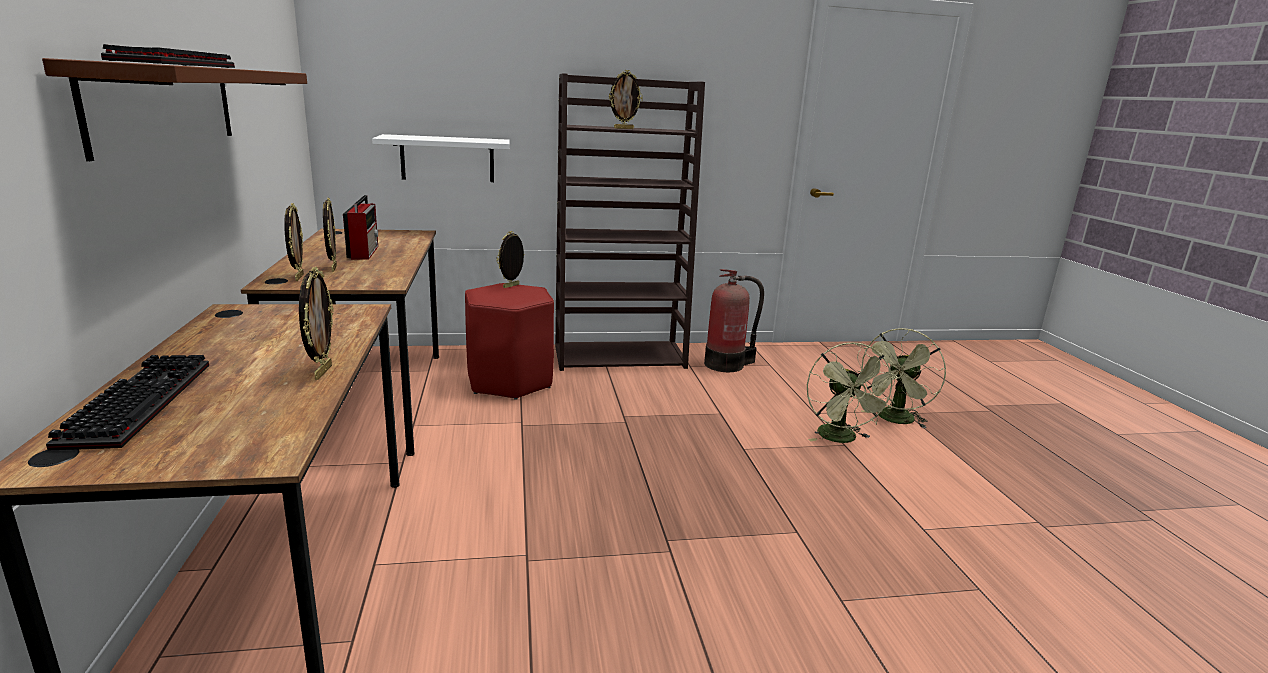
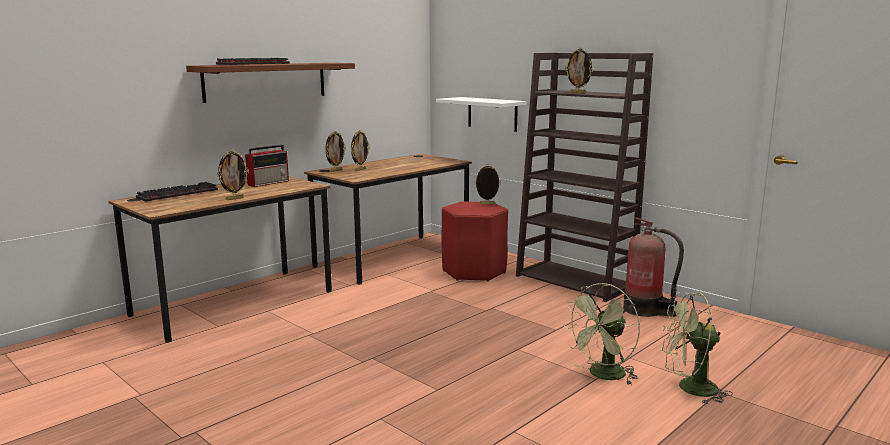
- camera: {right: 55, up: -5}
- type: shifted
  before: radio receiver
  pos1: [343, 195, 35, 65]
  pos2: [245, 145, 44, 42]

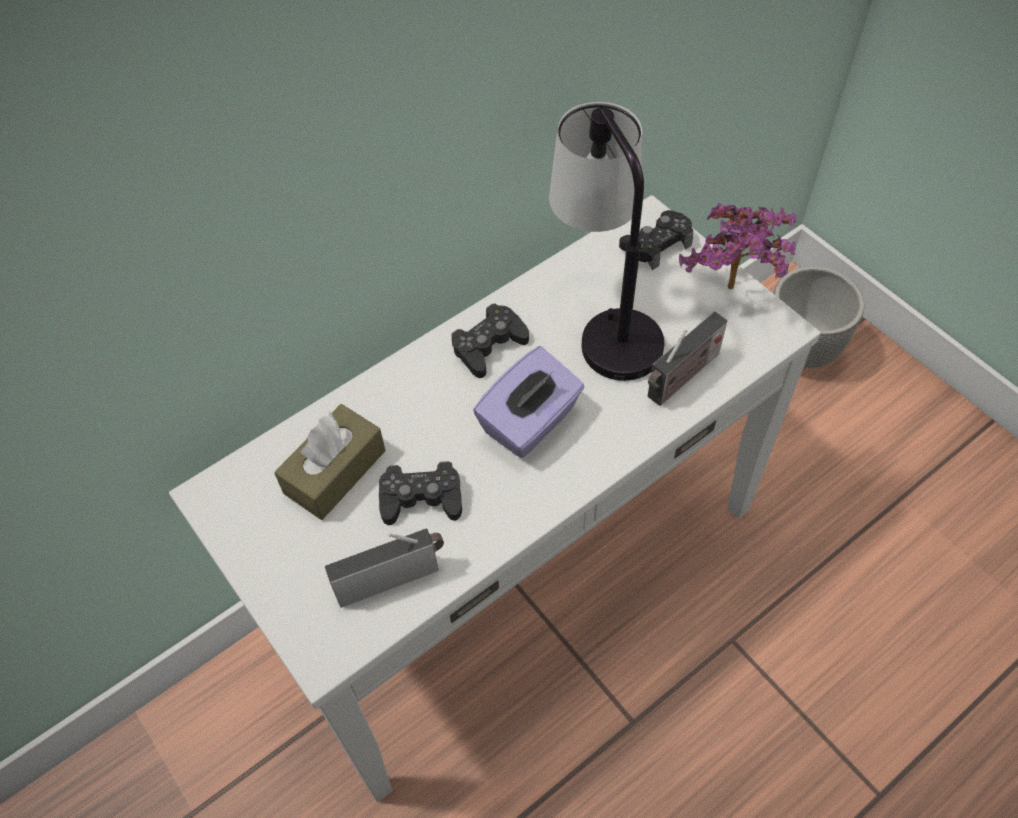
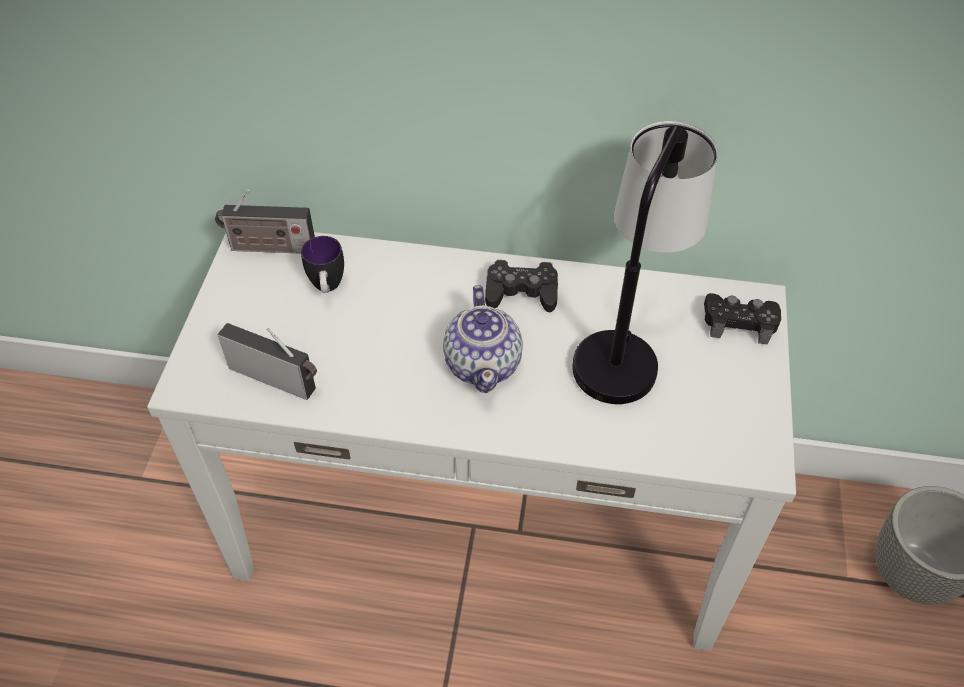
- camera: {right: 45, up: -5}
- type: swapped
  before: brown-coloured tissue box
  after: tea mug
  pos1: [274, 404, 111, 116]
  pos2: [301, 236, 43, 57]
- type: gone
  before: black game controller
  pos1: [379, 461, 83, 64]
- type: swapped
  before: purple-coloured tissue box
  after: tea pot
  pos1: [473, 346, 112, 112]
  pos2: [443, 285, 80, 108]
- type: shifted
  before: radio receiver
  pos1: [648, 312, 79, 94]
  pos2: [215, 189, 100, 65]
- type: gone
  before: houseplant
  pos1: [679, 203, 117, 86]

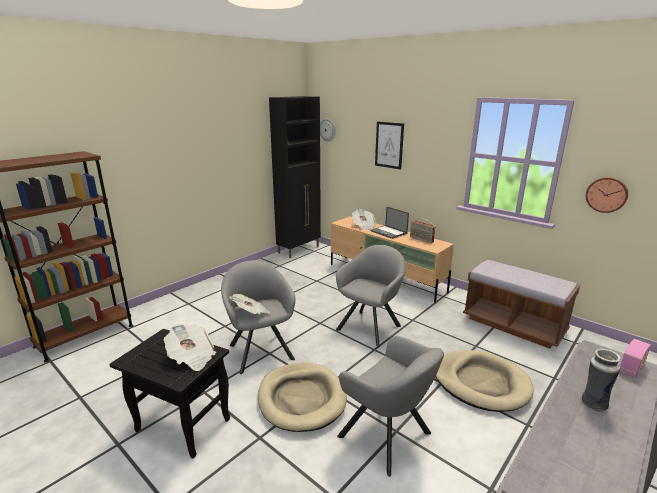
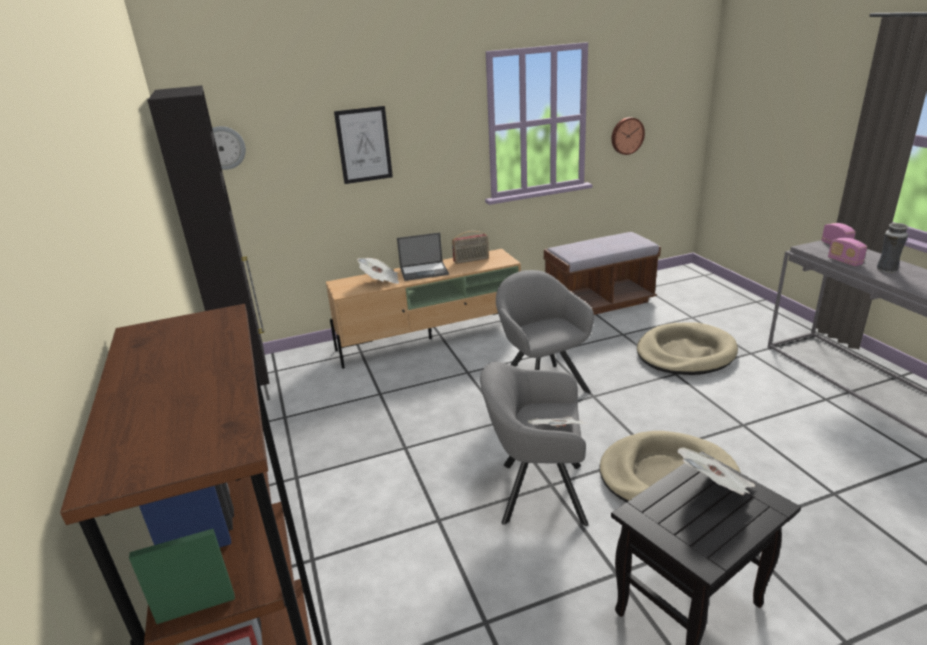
- camera: {right: -60, up: 5}
- type: gone
  before: grey lounge chair
  pos1: [337, 336, 107, 141]
- type: new
  after: radio receiver
  pos2: [828, 238, 39, 28]

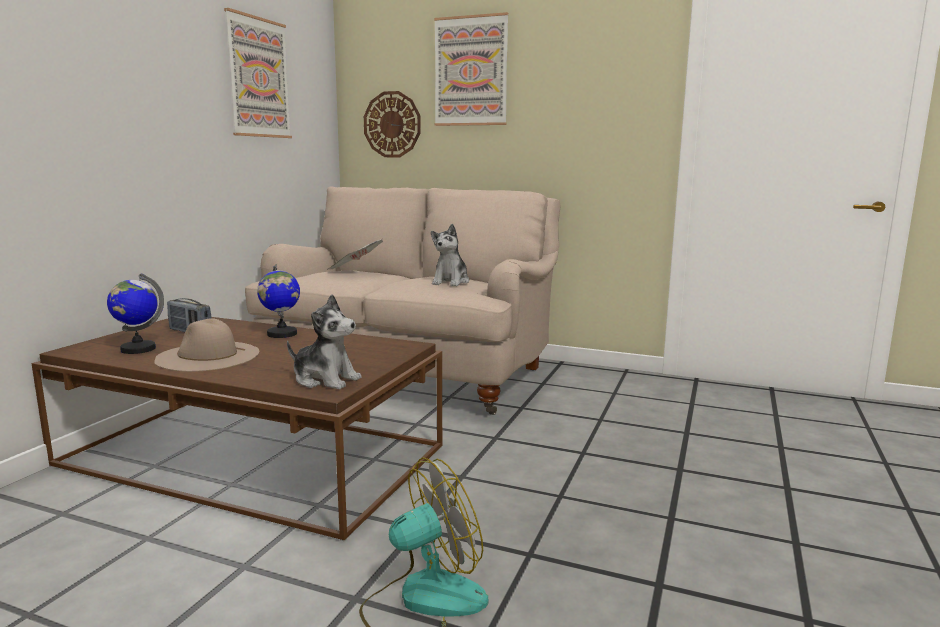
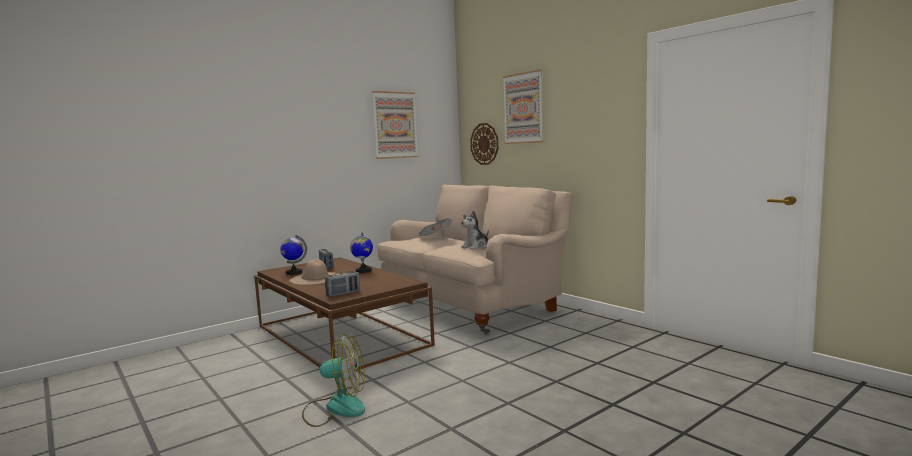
- camera: {right: 30, up: -5}
- type: swapped
  before: cuddly toy
  after: radio receiver
  pos1: [287, 294, 75, 95]
  pos2: [325, 271, 35, 26]

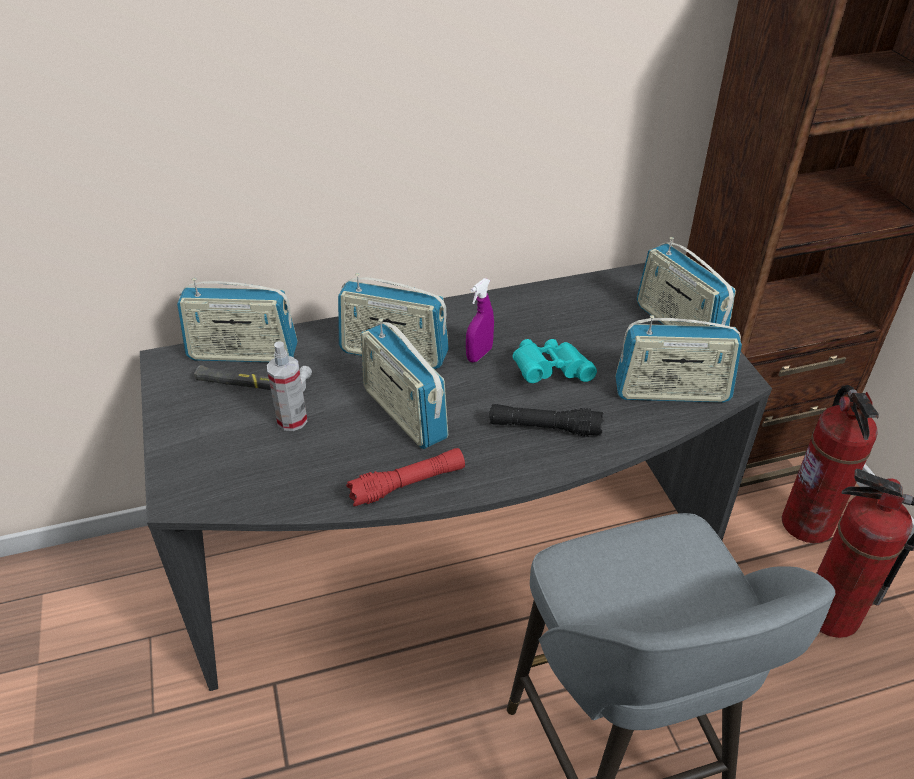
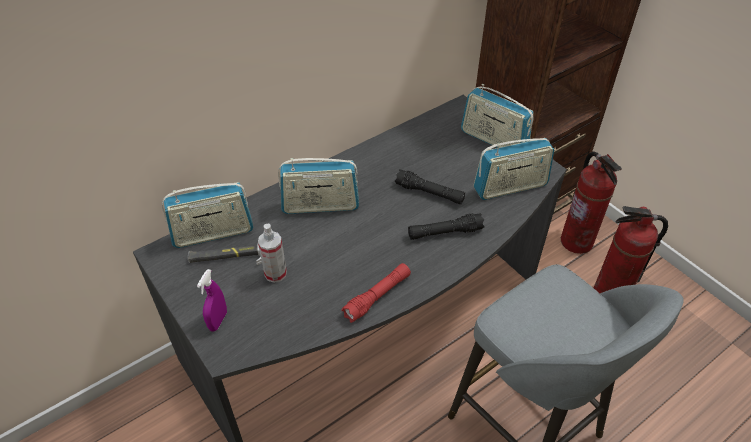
- camera: {right: -20, up: 5}
- type: gone
  before: radio receiver
  pos1: [361, 318, 87, 131]
- type: shifted
  before: purple-coloured sprayer
  pos1: [466, 278, 28, 84]
  pos2: [197, 269, 30, 63]
- type: swapped
  before: turquoise-coloured field glasses
  after: black flashlight
  pos1: [513, 339, 84, 44]
  pos2: [395, 169, 70, 35]

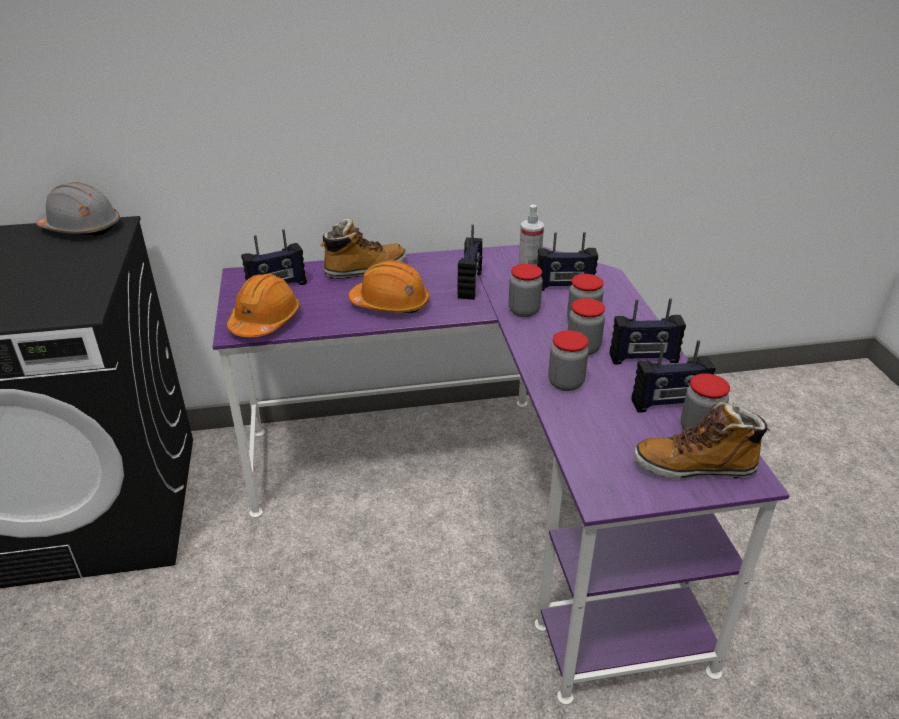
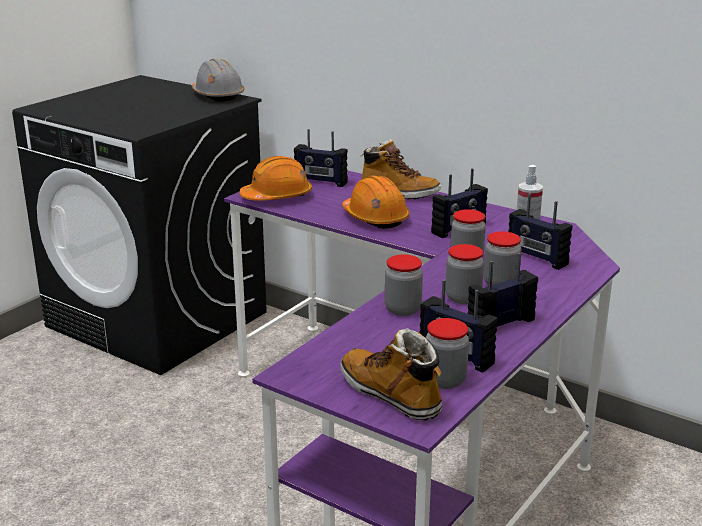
- camera: {right: 45, up: -10}
- type: rotated
  before: radio receiver
  pos1: [610, 298, 76, 66]
  pos2: [467, 253, 71, 74]
  turn: 105

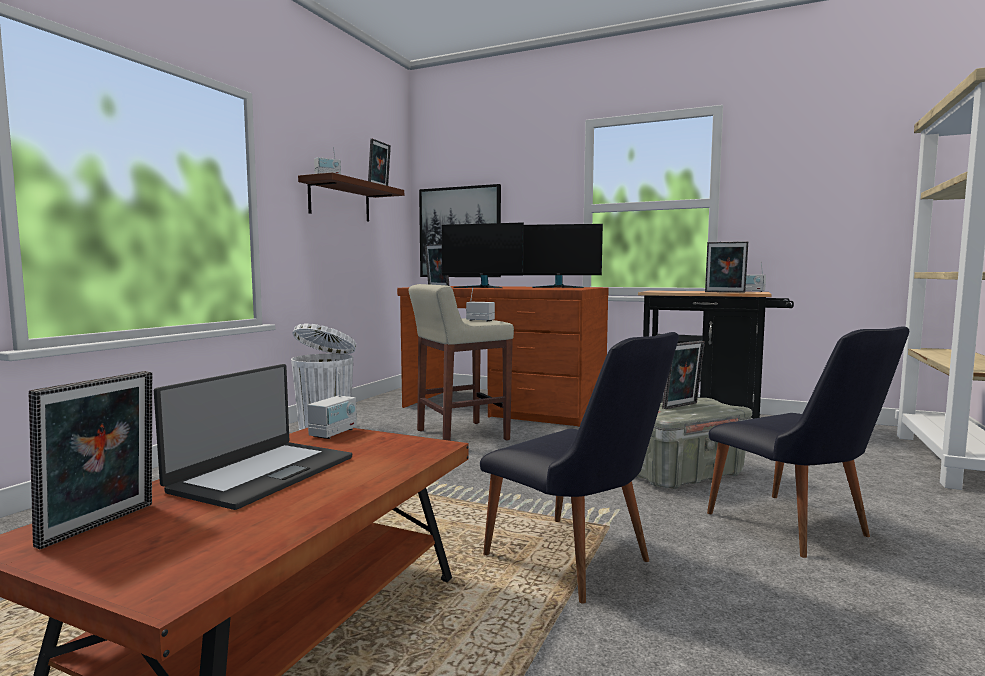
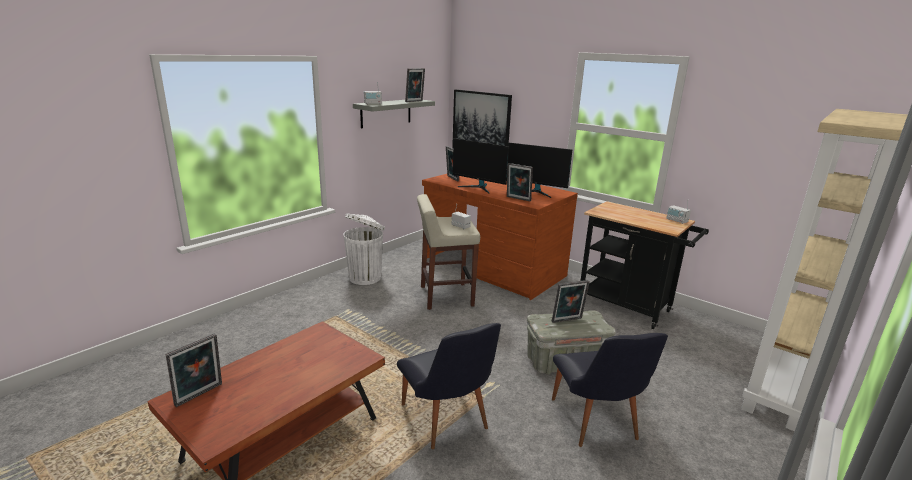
- camera: {right: 15, up: 15}
- type: gone
  before: notebook computer
  pos1: [154, 364, 198, 146]
- type: repainted
  before: brown-coloured bracket shelf
  after: grey bracket shelf
  pos1: [298, 172, 106, 50]
  pos2: [353, 100, 82, 28]
- type: gone
  before: radio receiver
  pos1: [307, 373, 50, 66]
- type: shifted
  before: photo frame
  pos1: [705, 241, 43, 52]
  pos2: [507, 163, 26, 38]

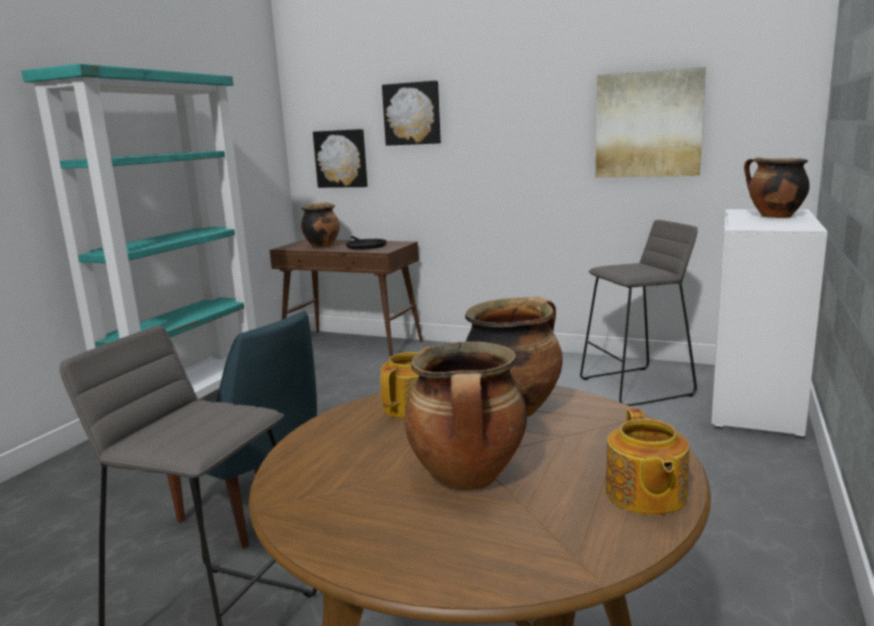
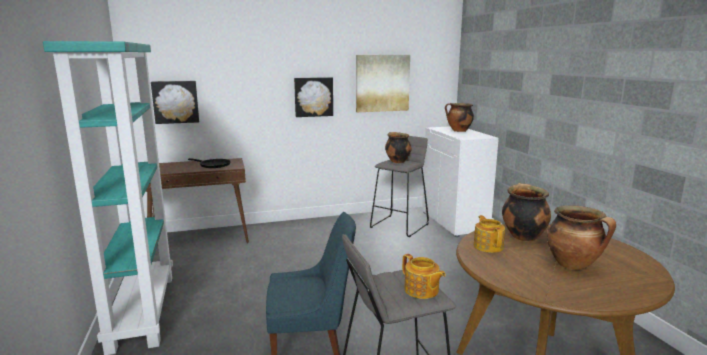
- camera: {right: -40, up: 0}
- type: shifted
  before: saucepot
  pos1: [301, 203, 39, 45]
  pos2: [385, 132, 26, 31]
- type: shifted
  before: picture
  pos1: [382, 81, 59, 65]
  pos2: [294, 77, 39, 40]
- type: shifted
  before: tea pot
  pos1: [606, 408, 83, 107]
  pos2: [402, 254, 44, 45]

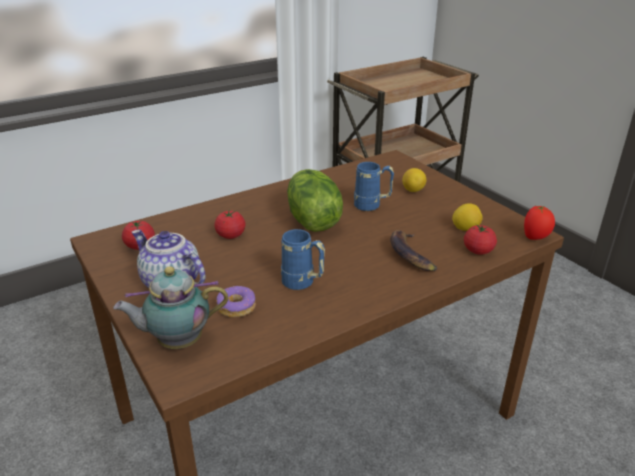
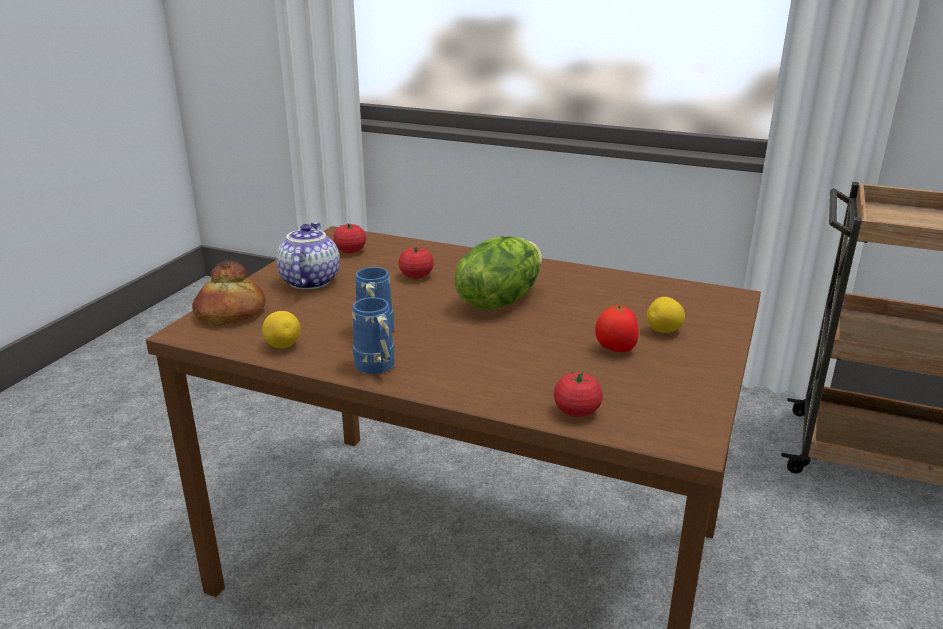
- camera: {right: 55, up: -5}
- type: swapped
  before: tea pot
  after: bakery bread
  pos1: [113, 266, 115, 83]
  pos2: [192, 260, 74, 65]
- type: gone
  before: donut
  pos1: [216, 286, 40, 31]
- type: shifted
  before: blue tea mug
  pos1: [354, 162, 40, 49]
  pos2: [352, 297, 43, 77]
- type: gone
  before: banana
  pos1: [390, 230, 47, 41]
- type: shifted
  before: citrus fruit
  pos1: [452, 203, 31, 28]
  pos2: [262, 311, 39, 37]
- type: shifted
  before: fresh tomato
  pos1: [524, 205, 31, 35]
  pos2: [595, 305, 44, 47]

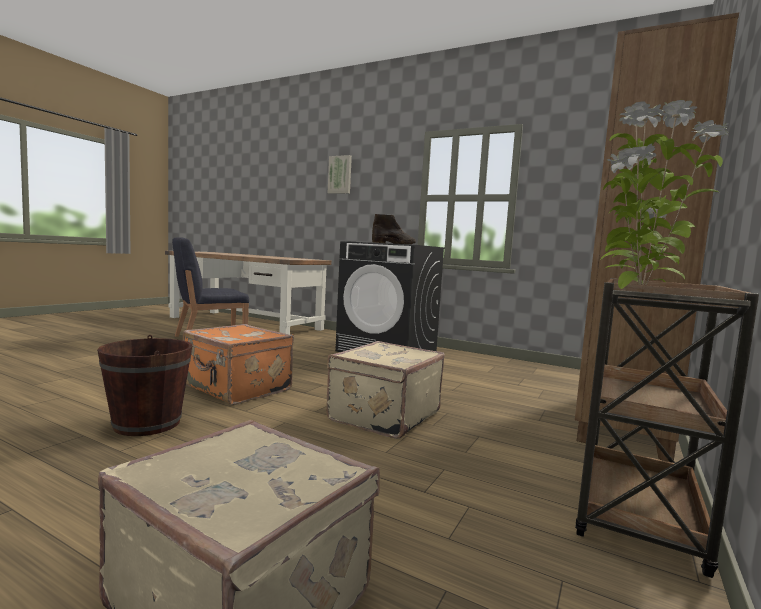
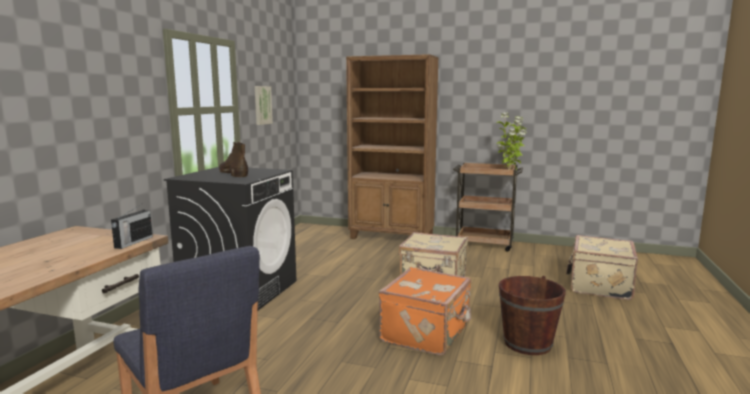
- camera: {right: -100, up: 5}
- type: shifted
  before: picture
  pos1: [328, 155, 24, 39]
  pos2: [255, 86, 18, 39]
- type: new
  after: radio receiver
  pos2: [111, 206, 42, 43]

